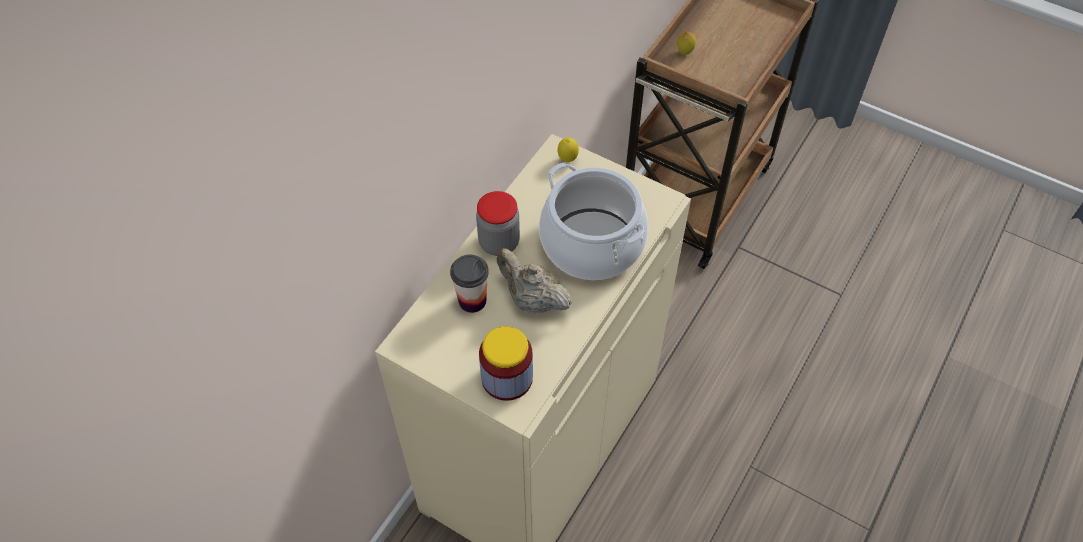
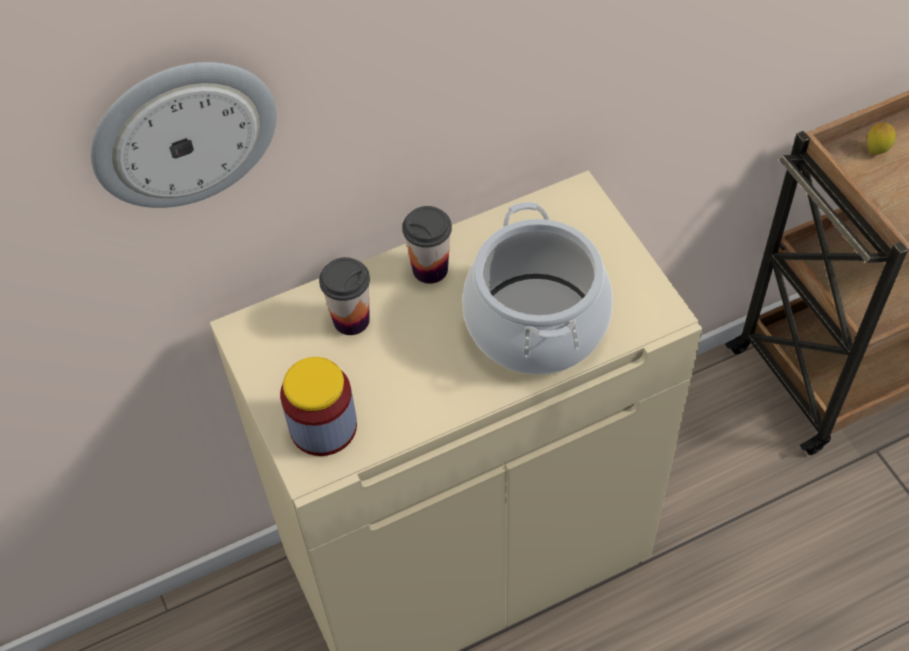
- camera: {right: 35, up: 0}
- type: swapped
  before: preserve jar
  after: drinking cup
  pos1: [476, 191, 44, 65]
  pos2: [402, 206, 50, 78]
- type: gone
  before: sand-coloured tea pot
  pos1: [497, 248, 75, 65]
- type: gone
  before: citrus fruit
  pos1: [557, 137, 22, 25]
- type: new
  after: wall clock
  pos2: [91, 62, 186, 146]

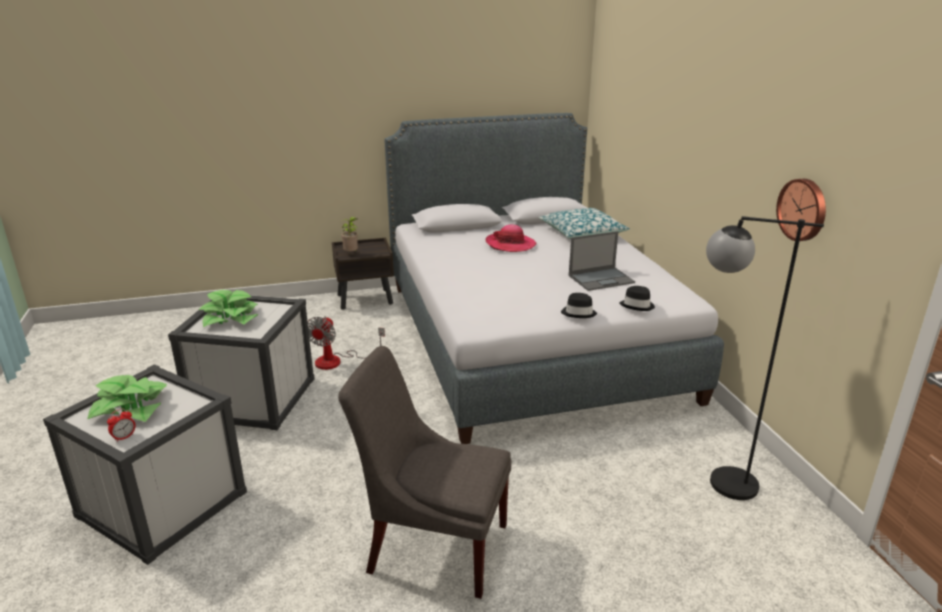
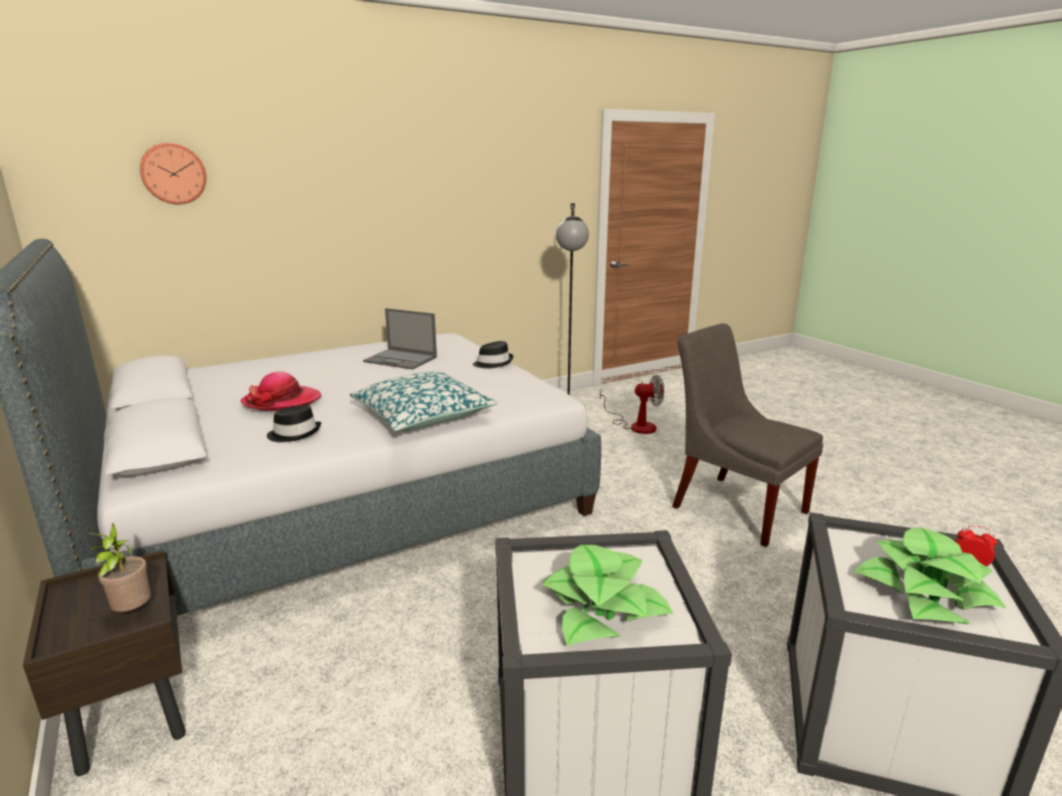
- camera: {right: -105, up: -5}
- type: shifted
  before: fan
  pos1: [308, 316, 77, 54]
  pos2: [600, 375, 64, 59]
- type: rotated
  before: grey chair
  pos1: [338, 346, 173, 253]
  pos2: [672, 323, 151, 224]
  turn: 135
- type: shifted
  before: throw pillow
  pos1: [539, 208, 91, 31]
  pos2: [349, 372, 148, 59]
- type: rotated
  before: notebook computer
  pos1: [569, 231, 66, 60]
  pos2: [363, 308, 74, 62]
  turn: 150
- type: shifted
  before: black wearable hat
  pos1: [619, 286, 36, 25]
  pos2: [267, 405, 54, 37]
- type: shifted
  before: wall clock
  pos1: [776, 179, 50, 62]
  pos2: [140, 143, 66, 61]

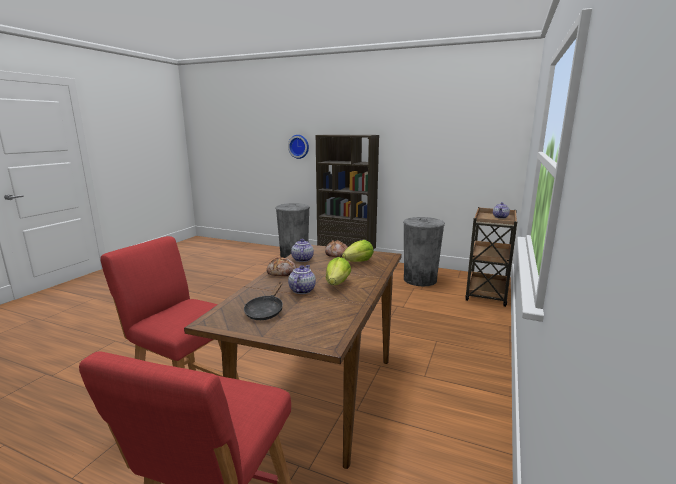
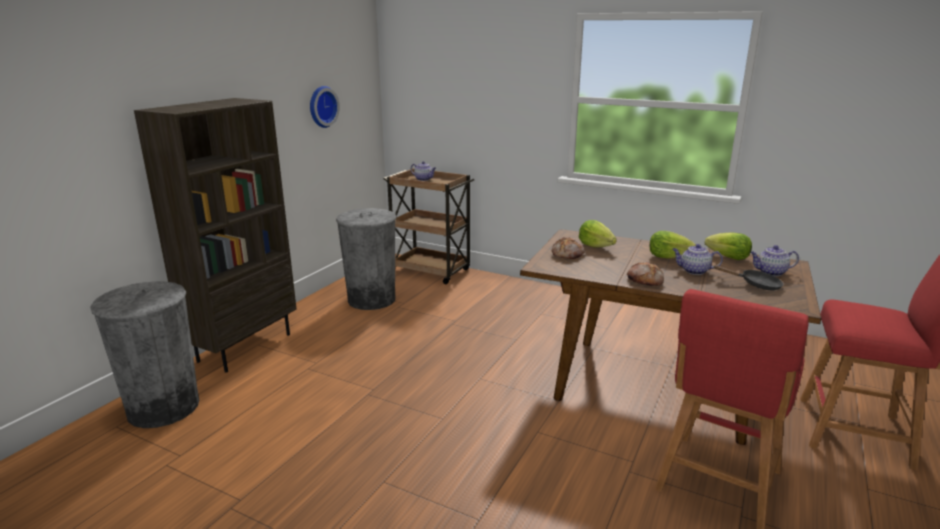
- camera: {right: -85, up: 5}
- type: shifted
  before: wall clock
  pos1: [288, 135, 21, 24]
  pos2: [310, 86, 30, 42]
- type: shifted
  before: tea pot
  pos1: [291, 239, 23, 23]
  pos2: [750, 245, 49, 31]
- type: new
  after: lettuce head
  pos2: [705, 232, 47, 28]

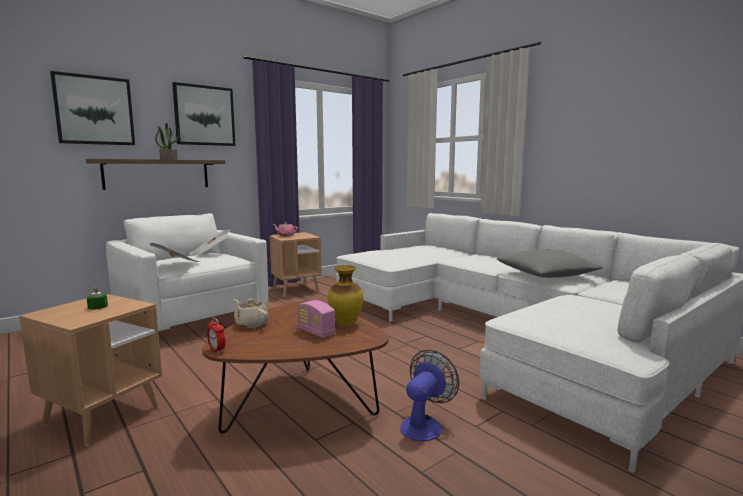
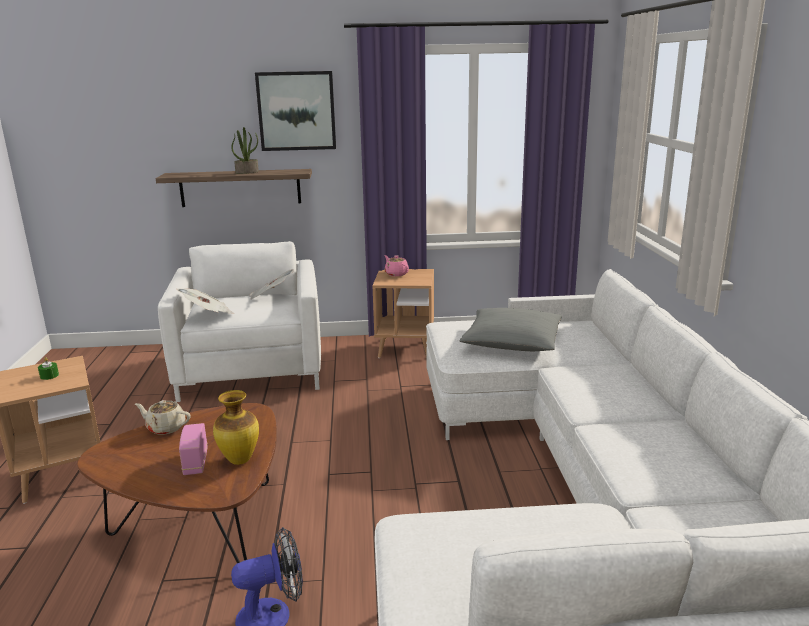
- camera: {right: 35, up: 10}
- type: gone
  before: picture
  pos1: [50, 71, 85, 74]
- type: gone
  before: alarm clock
  pos1: [207, 318, 19, 36]
- type: rotated
  before: sand-coloured tea pot
  pos1: [234, 299, 34, 29]
  pos2: [135, 400, 56, 35]
  turn: -60
- type: shifted
  before: grey throw pillow
  pos1: [497, 249, 106, 29]
  pos2: [460, 308, 102, 43]

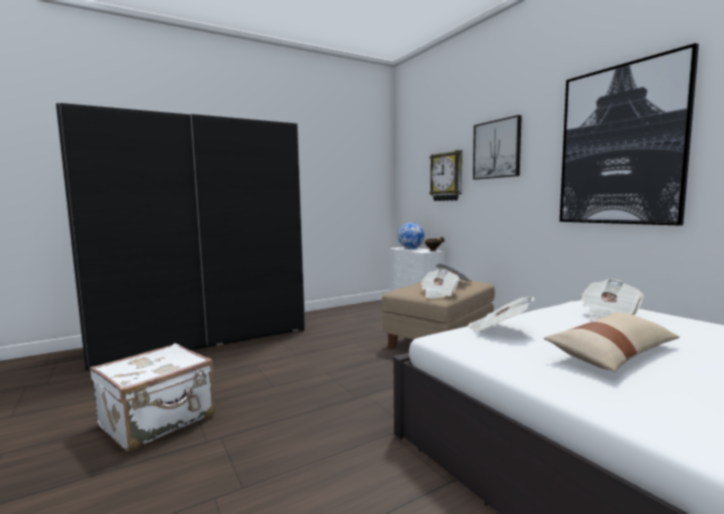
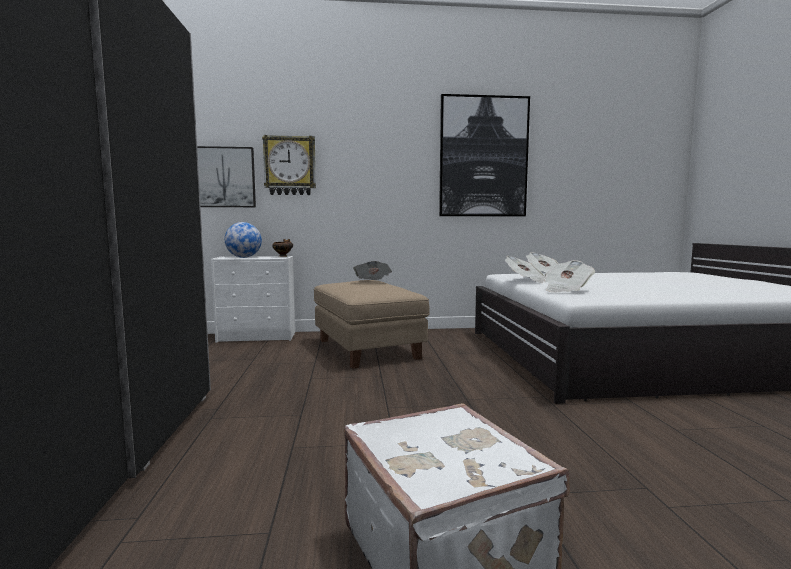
- camera: {right: -65, up: 0}
- type: shifted
  before: daily paper
  pos1: [421, 269, 39, 29]
  pos2: [505, 256, 41, 27]
- type: shifted
  before: picture
  pos1: [473, 115, 49, 65]
  pos2: [197, 146, 59, 61]
- type: gone
  before: sand-coloured throw pillow
  pos1: [544, 313, 136, 59]

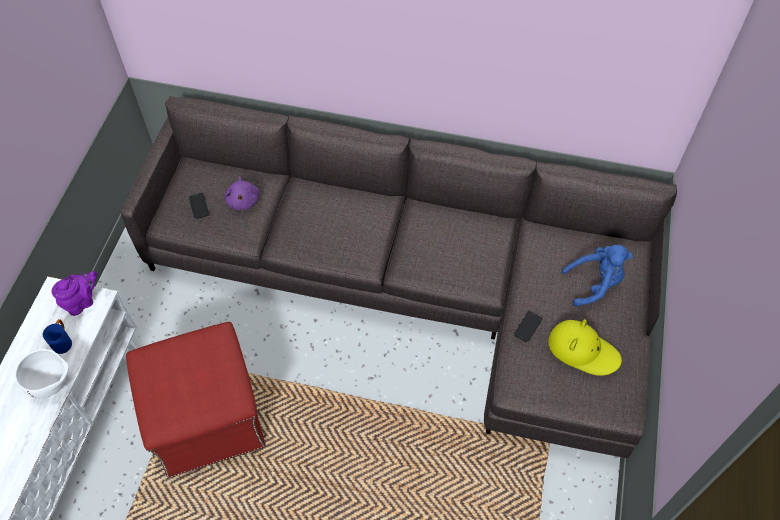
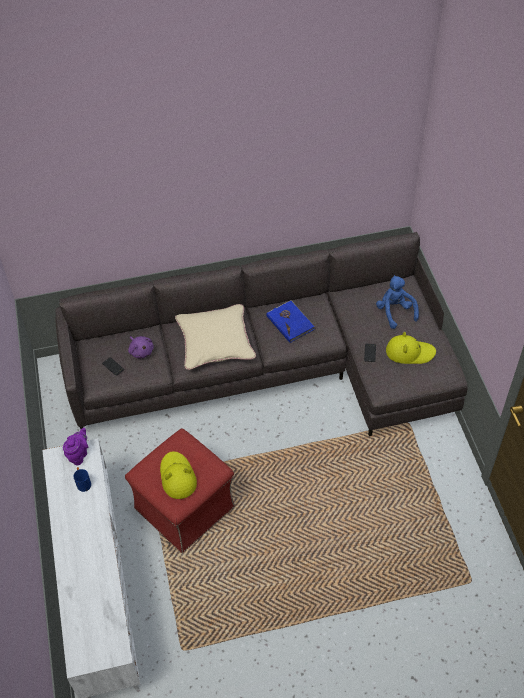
- camera: {right: -25, up: -5}
- type: gone
  before: white-coloured deep dish
  pos1: [14, 349, 55, 49]
- type: rotated
  before: blue cuddly toy
  pos1: [561, 244, 72, 63]
  pos2: [376, 275, 43, 54]
  turn: -75
- type: new
  after: yellow wearable hat
  pos2: [160, 451, 37, 48]
- type: new
  after: sand-coloured throw pillow
  pos2: [175, 304, 81, 66]
- type: new
  after: blue book
  pos2: [267, 300, 48, 43]

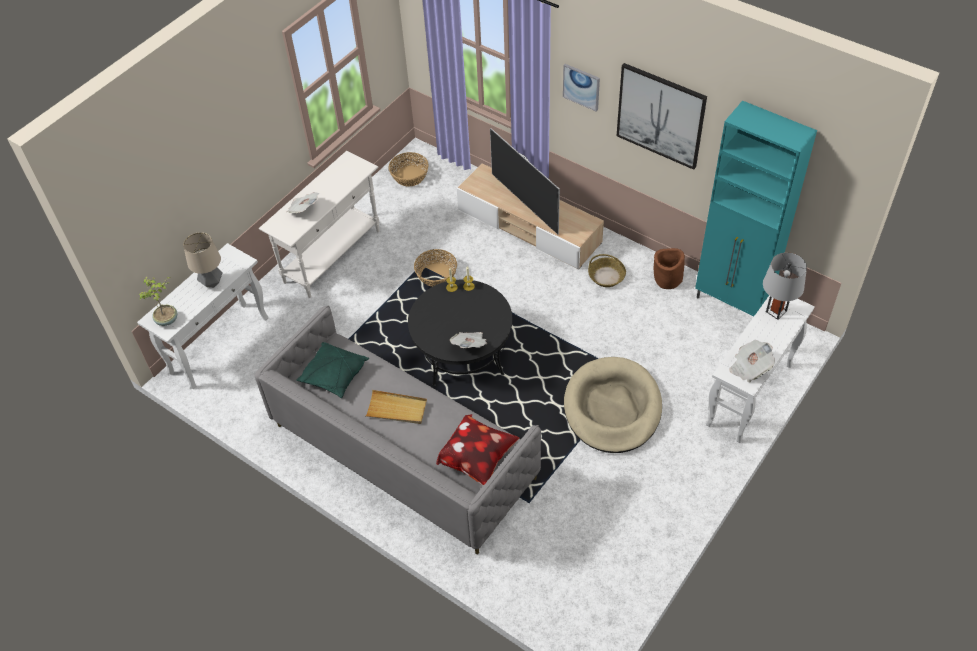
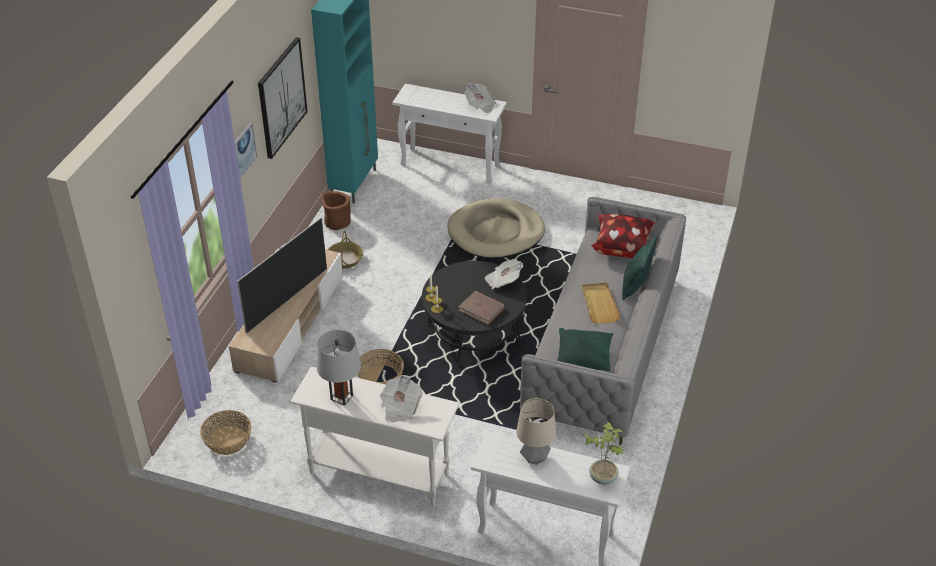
- camera: {right: -110, up: -10}
- type: shifted
  before: grey lamp for a table
  pos1: [763, 253, 44, 67]
  pos2: [317, 330, 44, 75]
- type: new
  after: brown-coloured book
  pos2: [459, 291, 45, 34]
- type: new
  after: greenish throw pillow
  pos2: [622, 236, 35, 64]

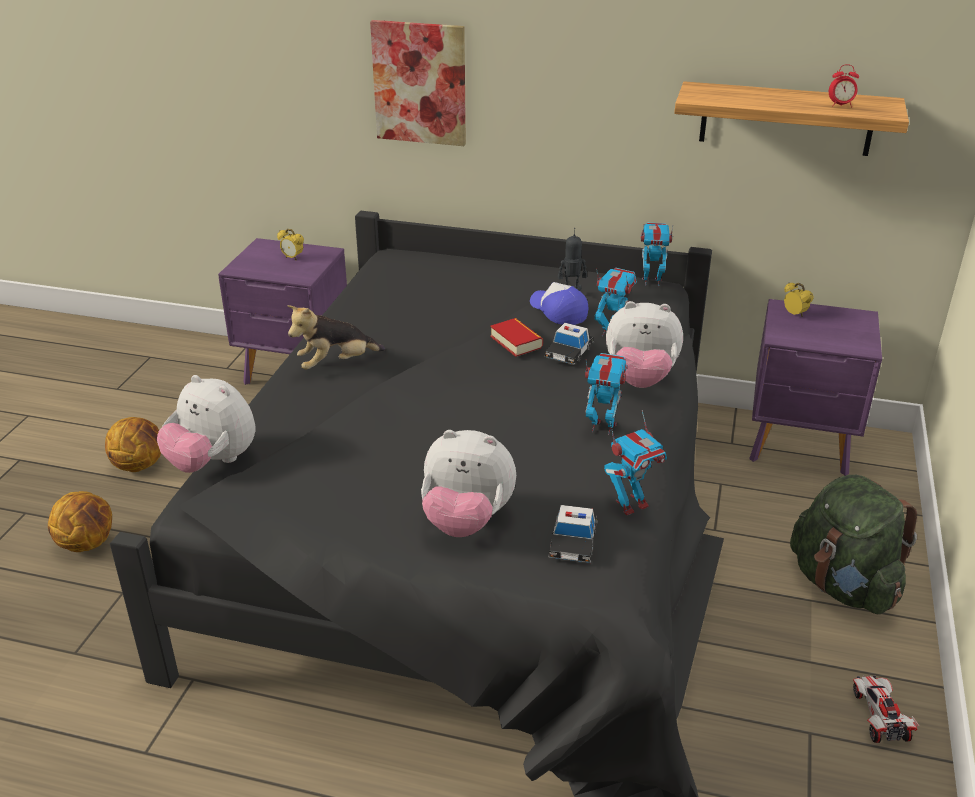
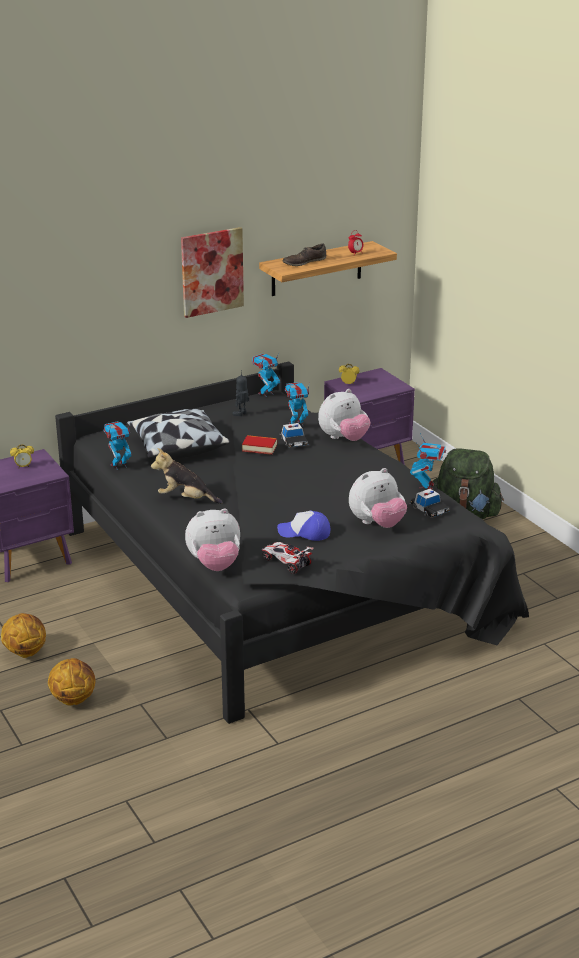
- camera: {right: -45, up: -5}
- type: rotated
  before: cuddly toy
  pos1: [287, 305, 98, 65]
  pos2: [151, 448, 72, 56]
  turn: 90
- type: shifted
  before: picture
  pos1: [370, 20, 96, 126]
  pos2: [181, 227, 63, 91]
- type: shifted
  before: baseball cap
  pos1: [530, 282, 58, 43]
  pos2: [277, 511, 54, 30]
- type: shifted
  before: toy robot
  pos1: [585, 353, 42, 82]
  pos2: [104, 421, 28, 49]
- type: shifted
  before: miniature car
  pos1: [853, 675, 66, 68]
  pos2: [262, 542, 52, 32]
- type: new
  after: throw pillow
  pos2: [127, 409, 103, 50]
- type: new
  after: brown-coloured low shoe
  pos2: [282, 243, 44, 23]

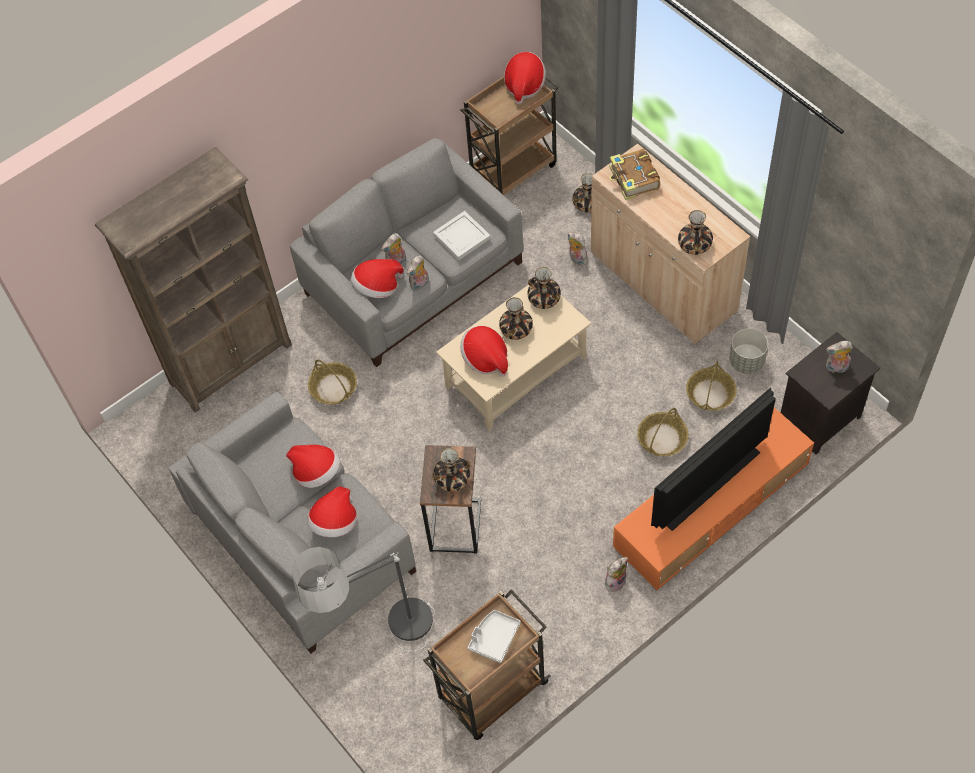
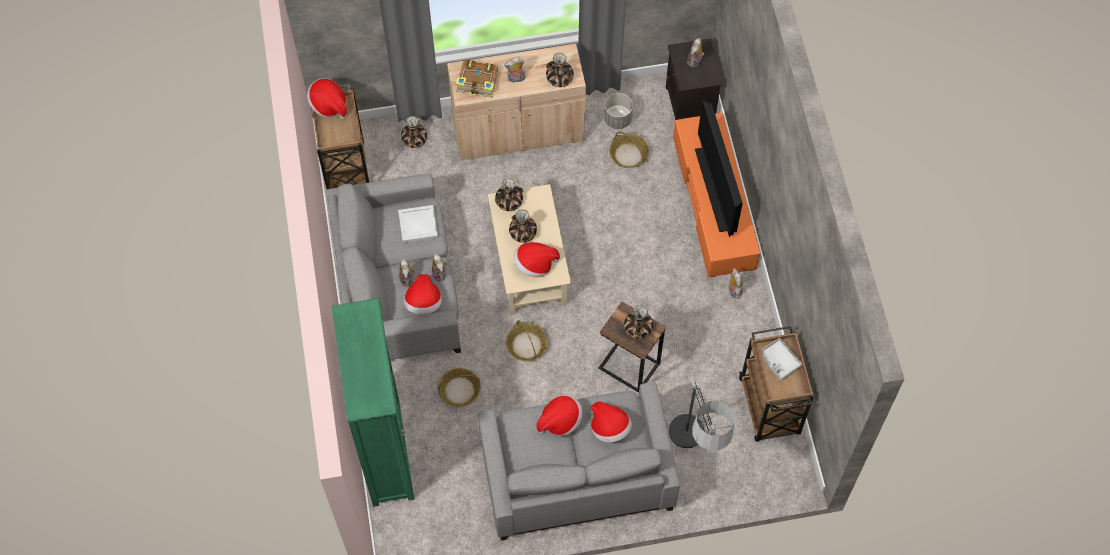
- camera: {right: -65, up: 5}
- type: repainted
  before: brown-coloured bookshelf
  after: greenish bookshelf
  pos1: [95, 147, 197, 266]
  pos2: [332, 298, 82, 209]
- type: shifted
  before: cuddly toy
  pos1: [567, 232, 21, 34]
  pos2: [504, 57, 22, 26]
- type: shifted
  before: basket
  pos1: [637, 408, 52, 48]
  pos2: [506, 320, 42, 41]

